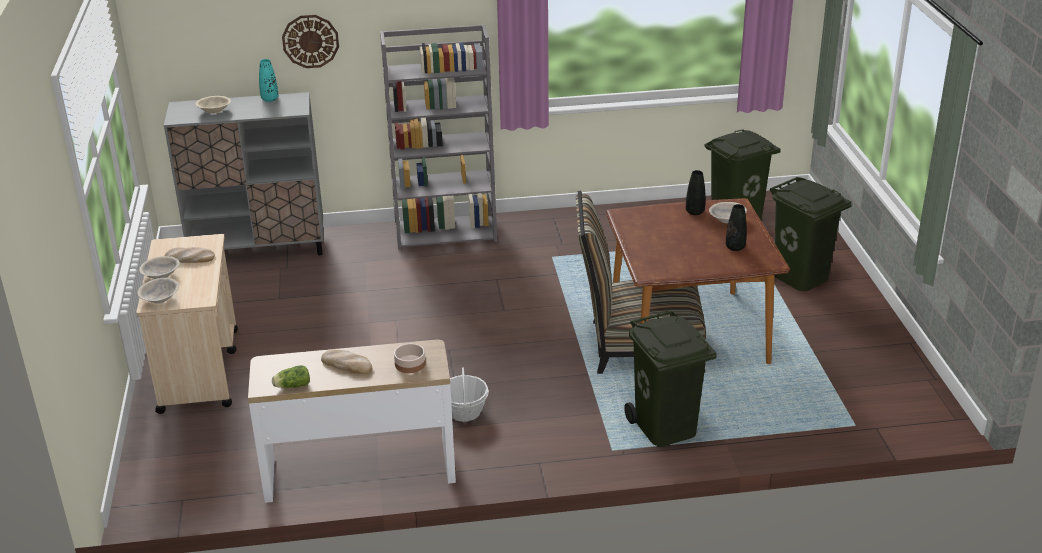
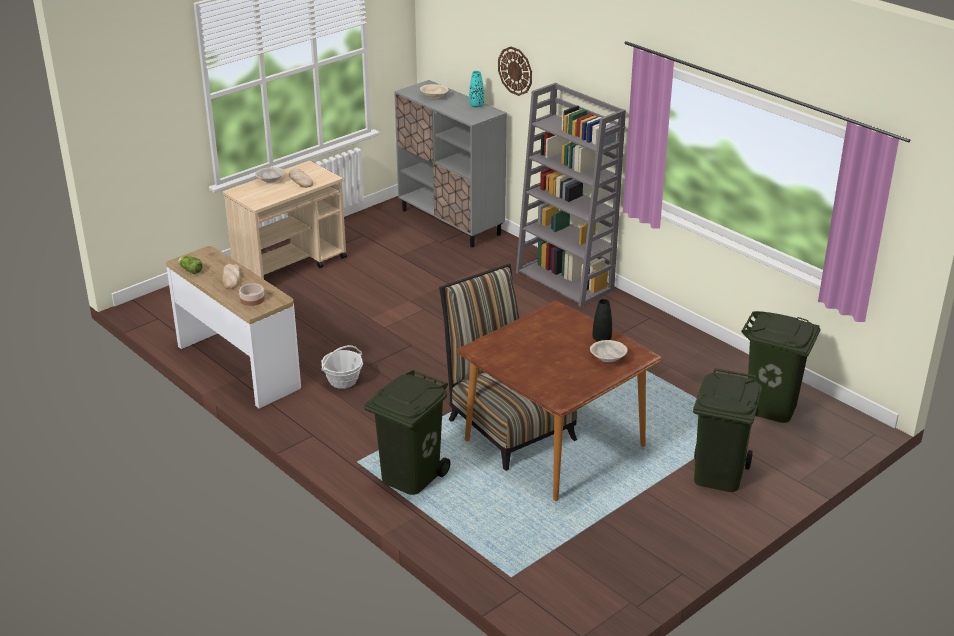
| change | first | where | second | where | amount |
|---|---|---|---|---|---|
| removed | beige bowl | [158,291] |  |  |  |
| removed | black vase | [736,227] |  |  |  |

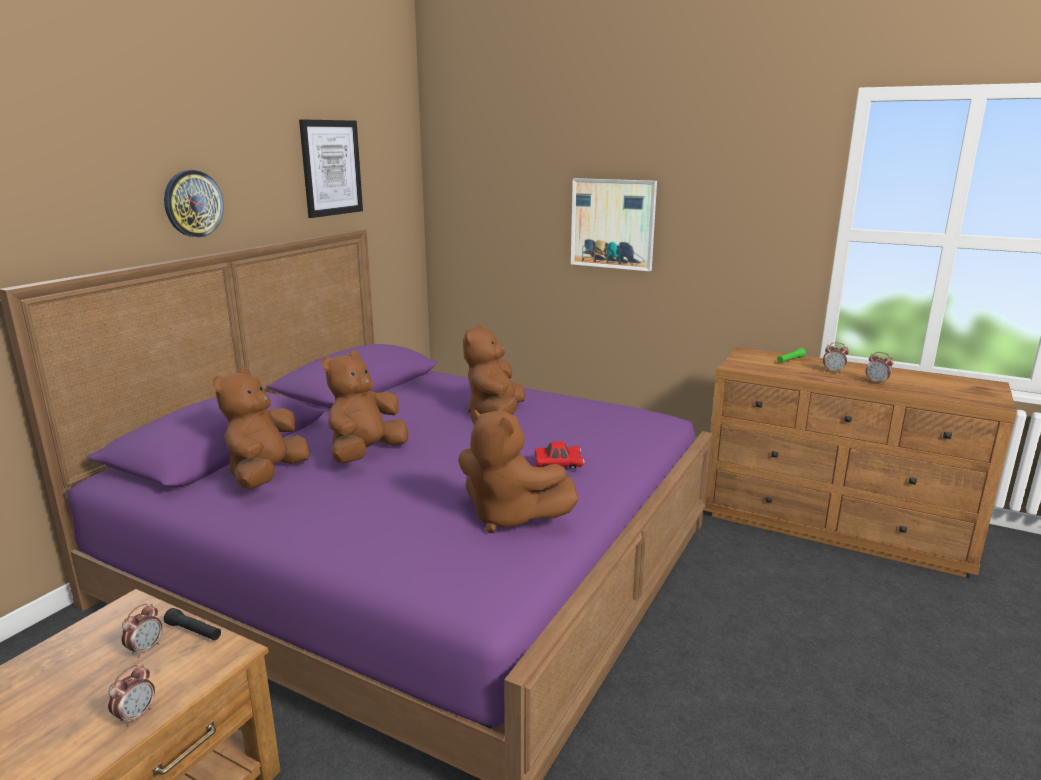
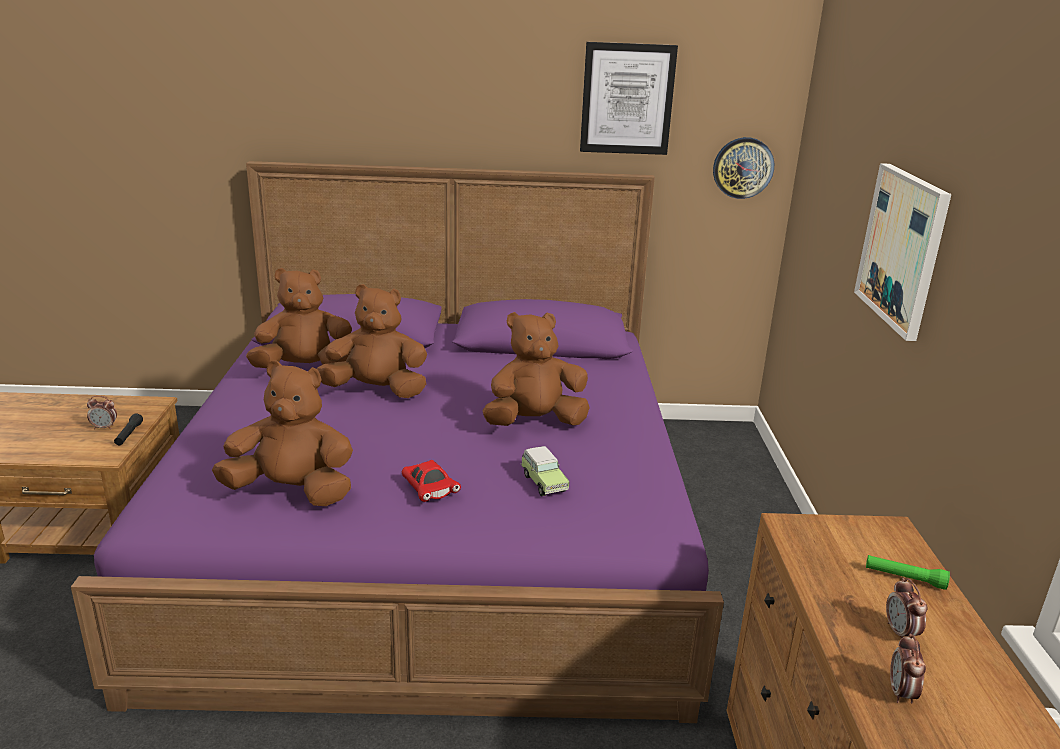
| change | first | where | second | where | amount |
|---|---|---|---|---|---|
| removed | alarm clock | [131,695] |  |  |  |
| moved | wall clock | [194,203] |  | [743,168] |  |
| turned | brown plush toy | [518,471] |  | [282,433] | 90 degrees clockwise |
| added |  |  | toy car | [545,471] |  |

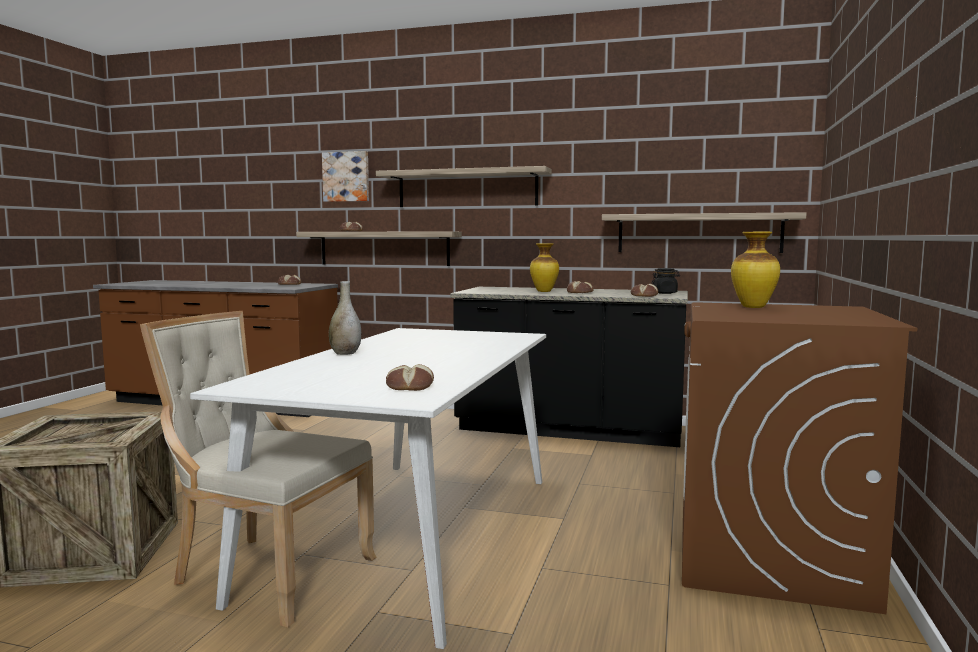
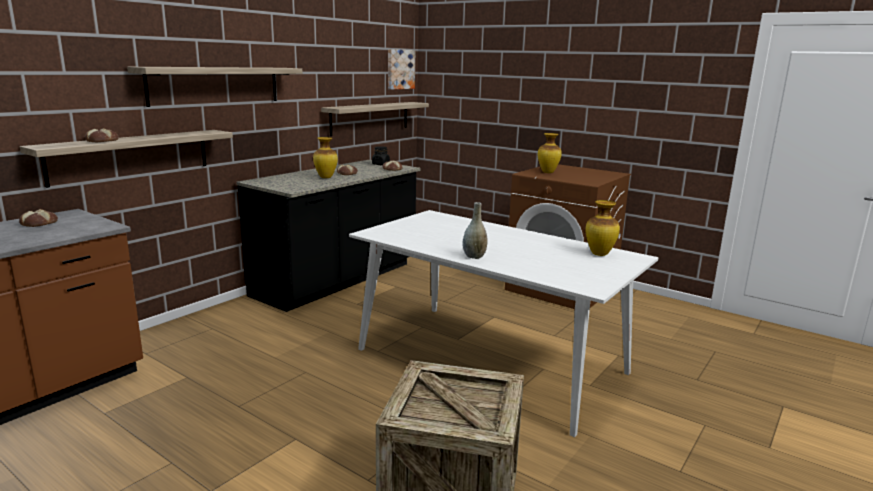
| change | first | where | second | where | amount |
|---|---|---|---|---|---|
| removed | beige chair | [258,469] |  |  |  |
| moved | picture | [345,176] |  | [401,69] |  |
| replaced | bread | [410,377] | vase | [602,228] |  |

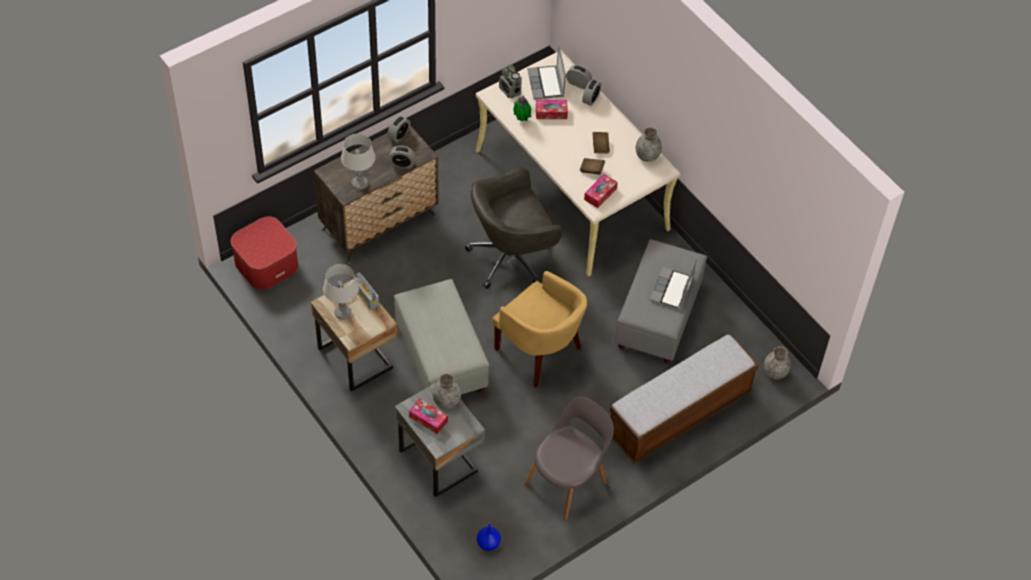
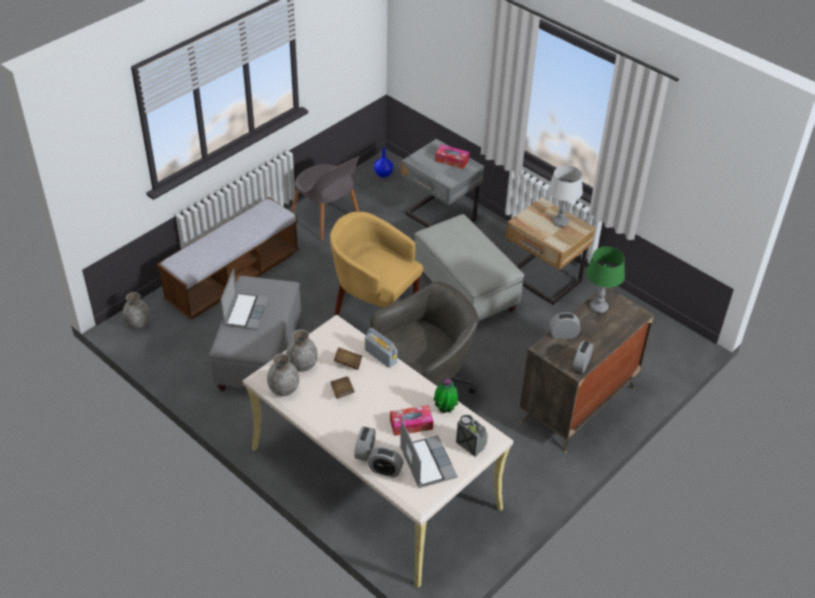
| change | first | where | second | where | amount |
|---|---|---|---|---|---|
| removed | ottoman | [264,253] |  |  |  |
| recoloured | grey table lamp | [358,162] | green table lamp | [605,279] |  |
| moved | radio | [367,291] |  | [381,348] |  |
| moved | grey vase | [446,391] |  | [302,350] |  |
| turned | grey chair | [569,458] |  | [325,198] | 75 degrees counterclockwise |
| removed | tissue box | [601,191] |  |  |  |

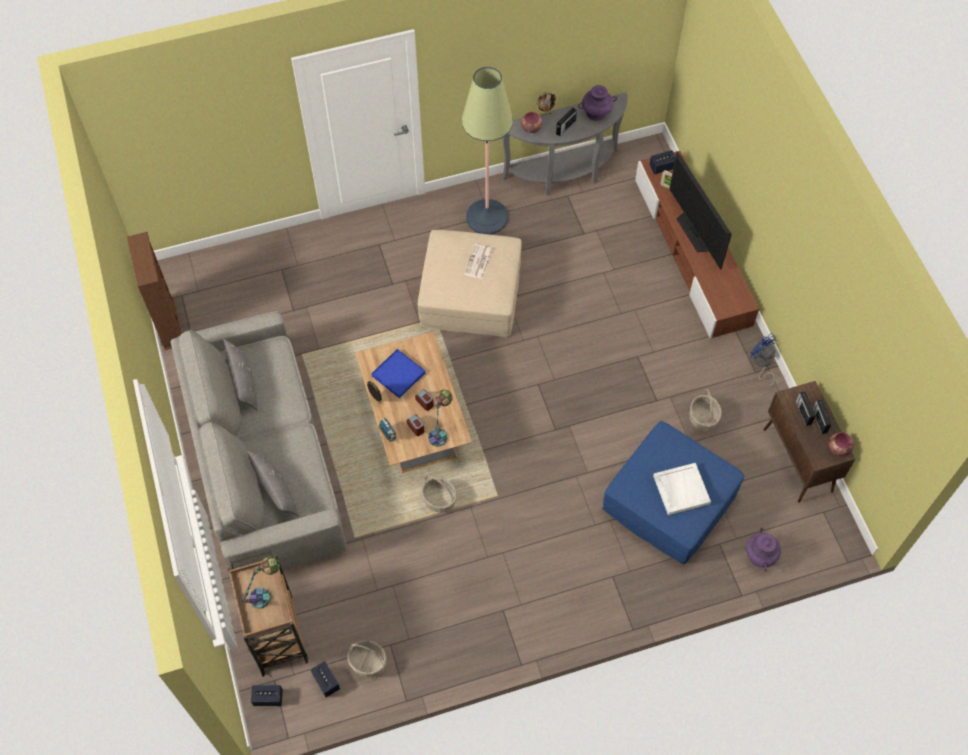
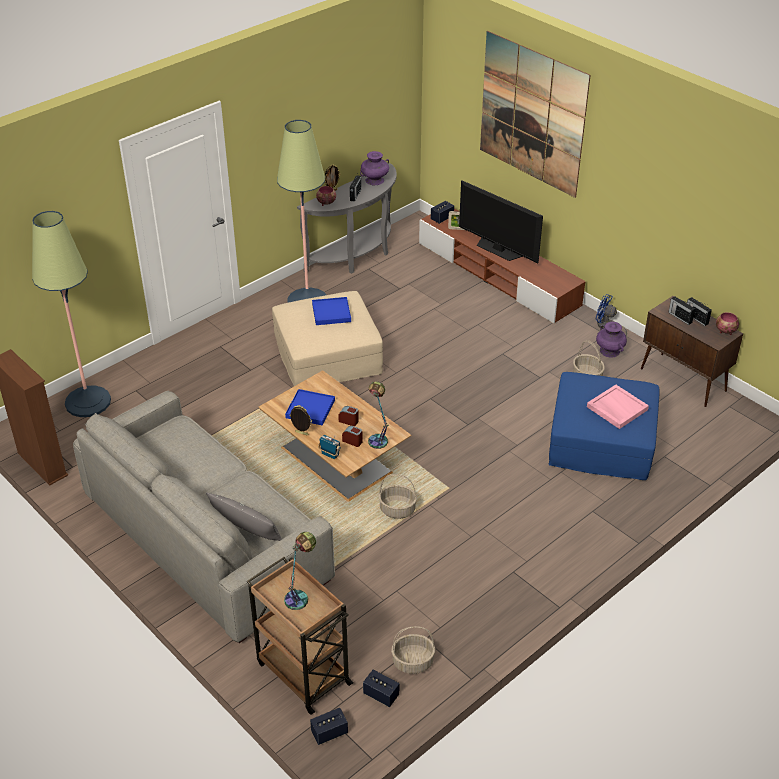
| change | first | where | second | where | amount |
|---|---|---|---|---|---|
| removed | grey pillow | [240,375] |  |  |  |
| replaced | newspaper | [478,261] | blue tray | [331,311] |  |
| recoloured | white tray | [682,489] | pink tray | [618,407] |  |
| moved | purple vase | [763,550] |  | [611,340] |  |
| added |  |  | floor lamp | [71,314] |  |
| added |  |  | picture | [535,114] |  |

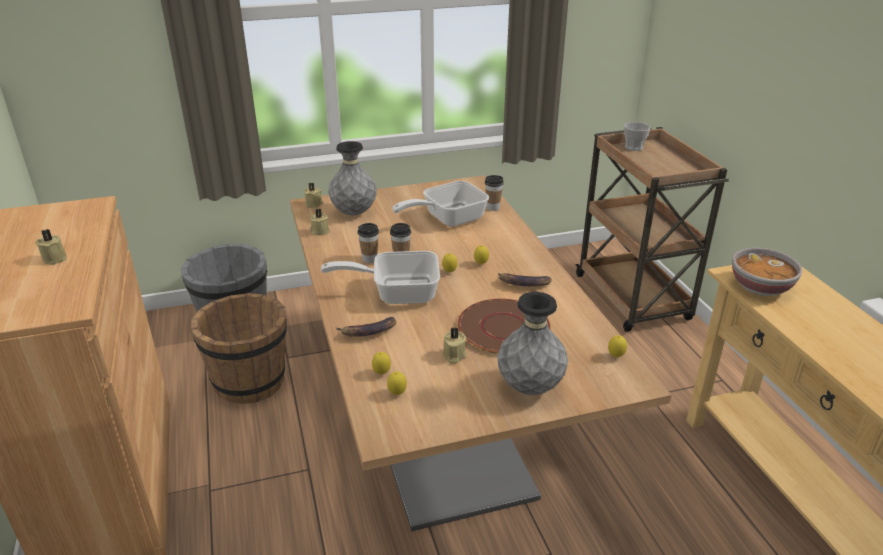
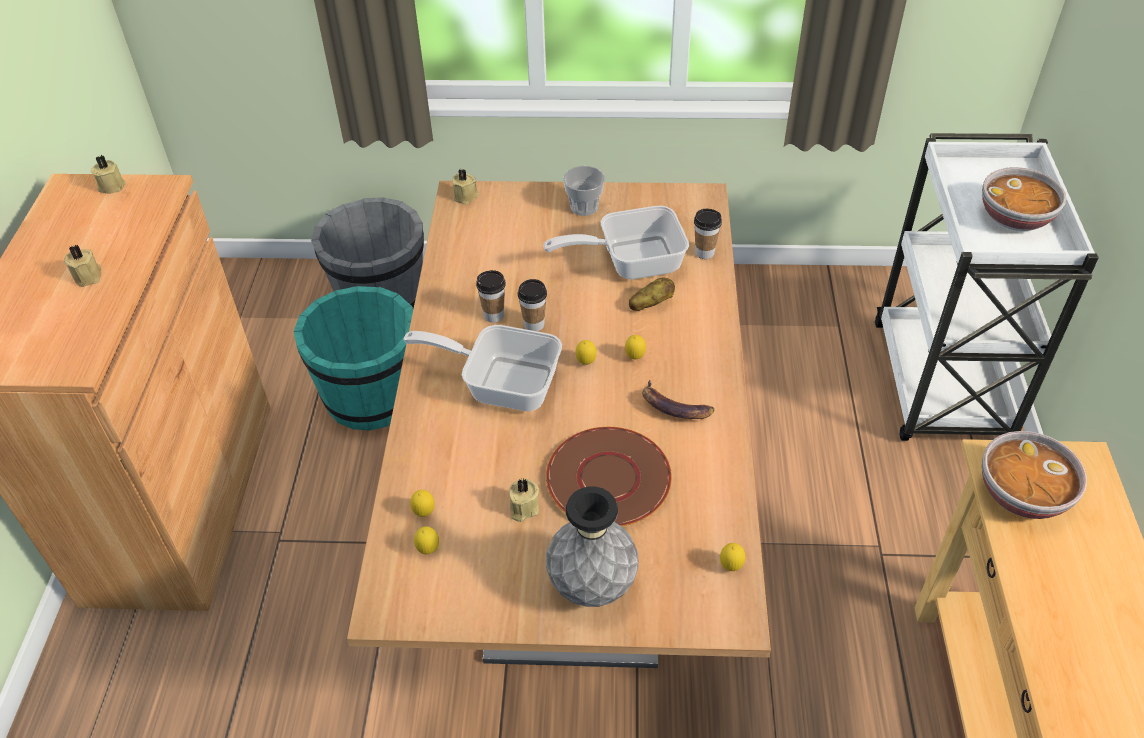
| change | first | where | second | where | amount |
|---|---|---|---|---|---|
| recoloured | brown bucket | [239,348] | turquoise bucket | [353,358] |  |
| moved | beige candle | [319,221] |  | [108,174] |  |
| removed | grey vase | [352,178] |  |  |  |
| removed | banana | [366,327] |  |  |  |
| recoloured | brown cart | [652,229] | white cart | [987,287] |  |
| moved | cup | [637,136] |  | [584,191] |  |
| added |  |  | potato | [652,294] |  |
| added |  |  | bowl | [1024,199] |  |

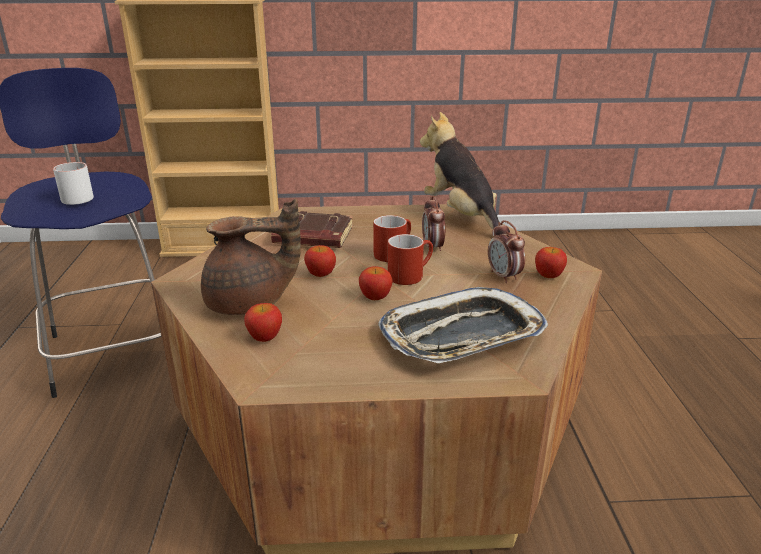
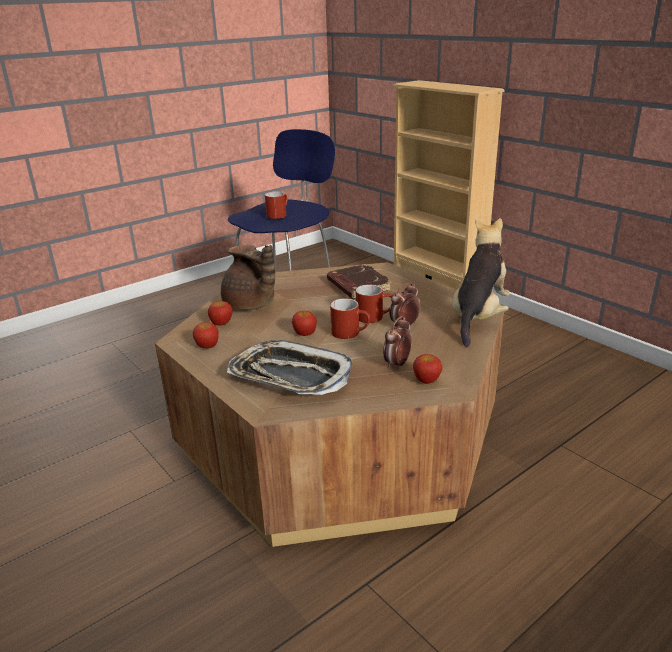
| change | first | where | second | where | amount |
|---|---|---|---|---|---|
| recoloured | white mug | [73,183] | red mug | [276,205] |  |
| moved | apple | [320,261] |  | [206,335] |  |

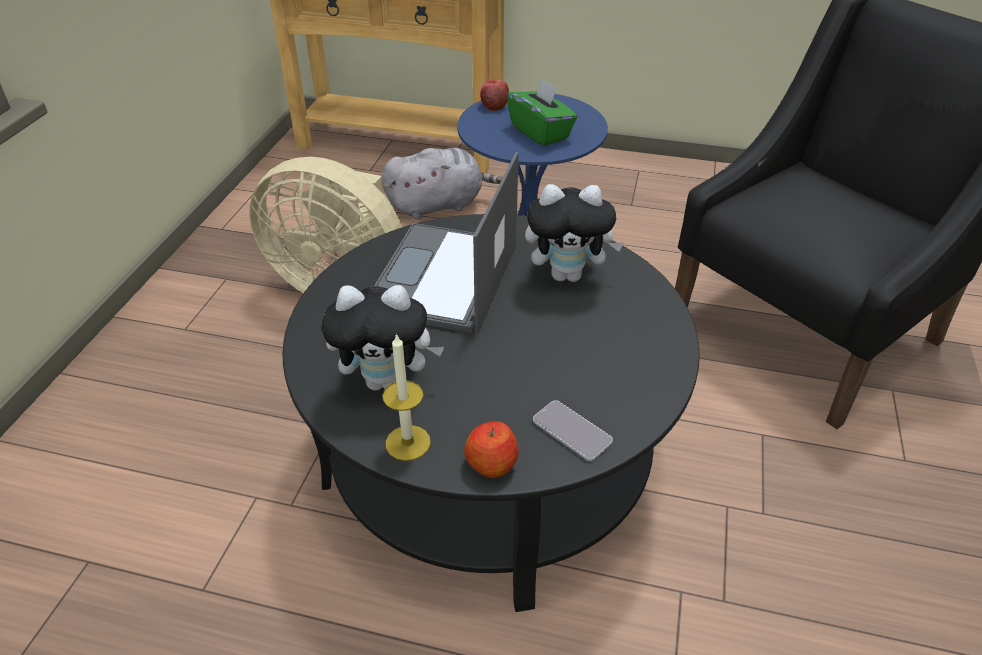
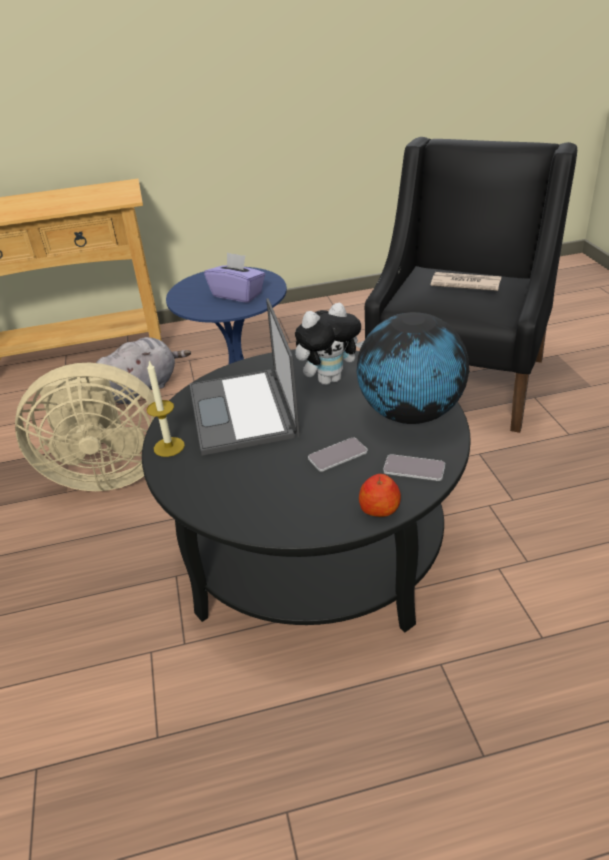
| change | first | where | second | where | amount |
|---|---|---|---|---|---|
| removed | plush toy | [383,337] |  |  |  |
| moved | candle | [407,397] |  | [166,409] |  |
| removed | apple | [494,95] |  |  |  |
| recoloured | green tissue box | [542,111] | purple tissue box | [234,277] |  |
| added |  |  | phone | [338,455] |  |
| added |  |  | globe | [412,368] |  |
| added |  |  | newspaper | [466,281] |  |

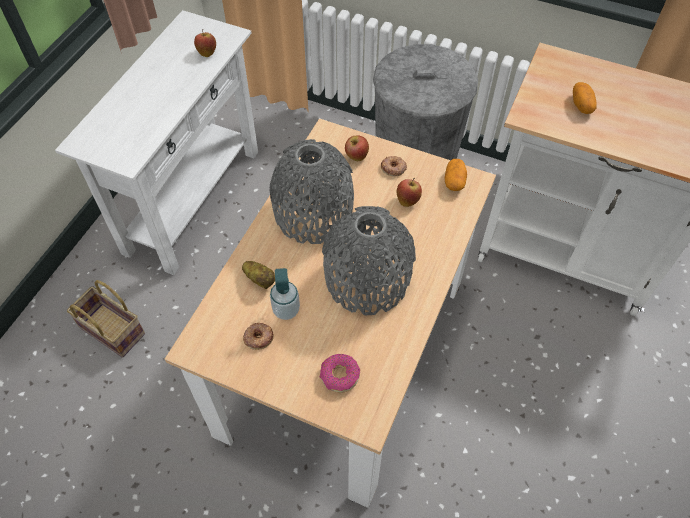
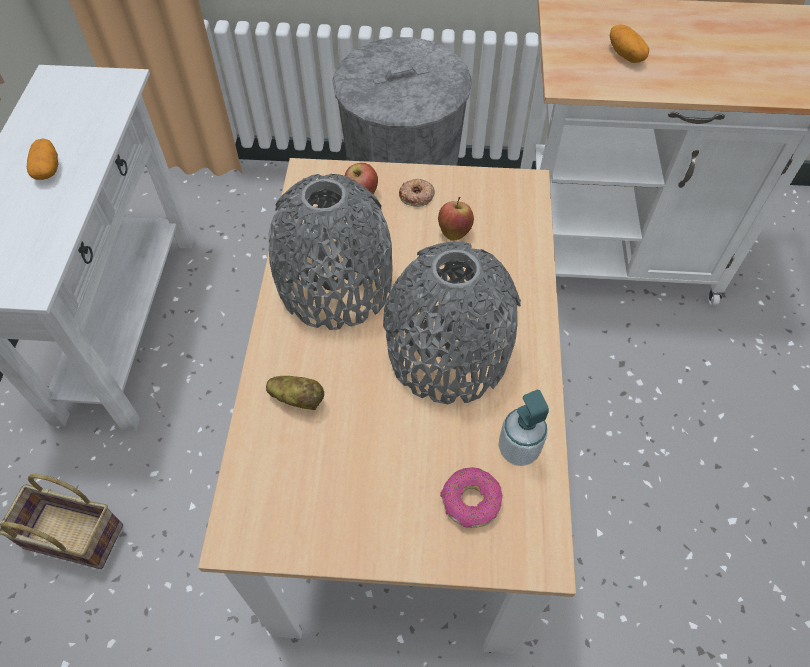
| change | first | where | second | where | amount |
|---|---|---|---|---|---|
| removed | apple | [205,43] |  |  |  |
| removed | donut | [258,336] |  |  |  |
| moved | soap dispenser | [285,294] |  | [524,428] |  |
| moved | potato | [456,175] |  | [42,159] |  |

